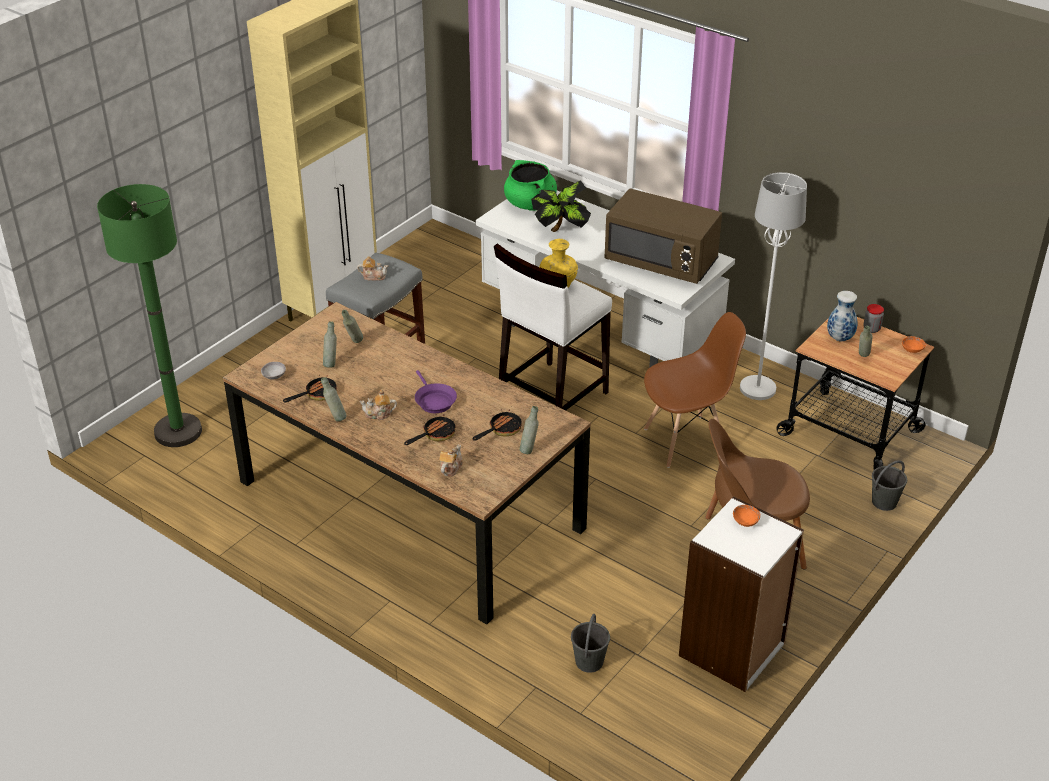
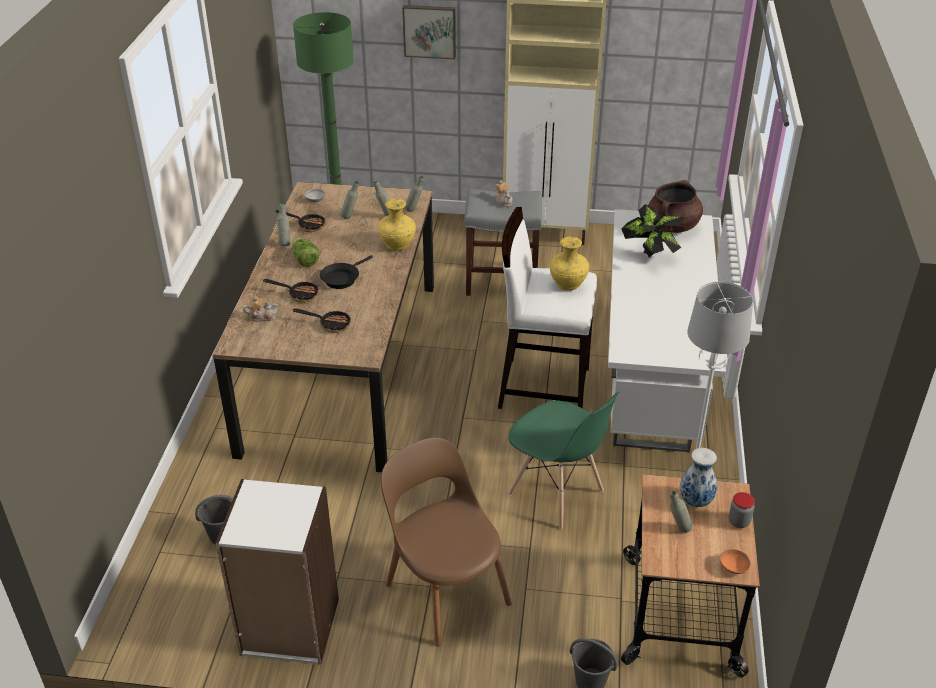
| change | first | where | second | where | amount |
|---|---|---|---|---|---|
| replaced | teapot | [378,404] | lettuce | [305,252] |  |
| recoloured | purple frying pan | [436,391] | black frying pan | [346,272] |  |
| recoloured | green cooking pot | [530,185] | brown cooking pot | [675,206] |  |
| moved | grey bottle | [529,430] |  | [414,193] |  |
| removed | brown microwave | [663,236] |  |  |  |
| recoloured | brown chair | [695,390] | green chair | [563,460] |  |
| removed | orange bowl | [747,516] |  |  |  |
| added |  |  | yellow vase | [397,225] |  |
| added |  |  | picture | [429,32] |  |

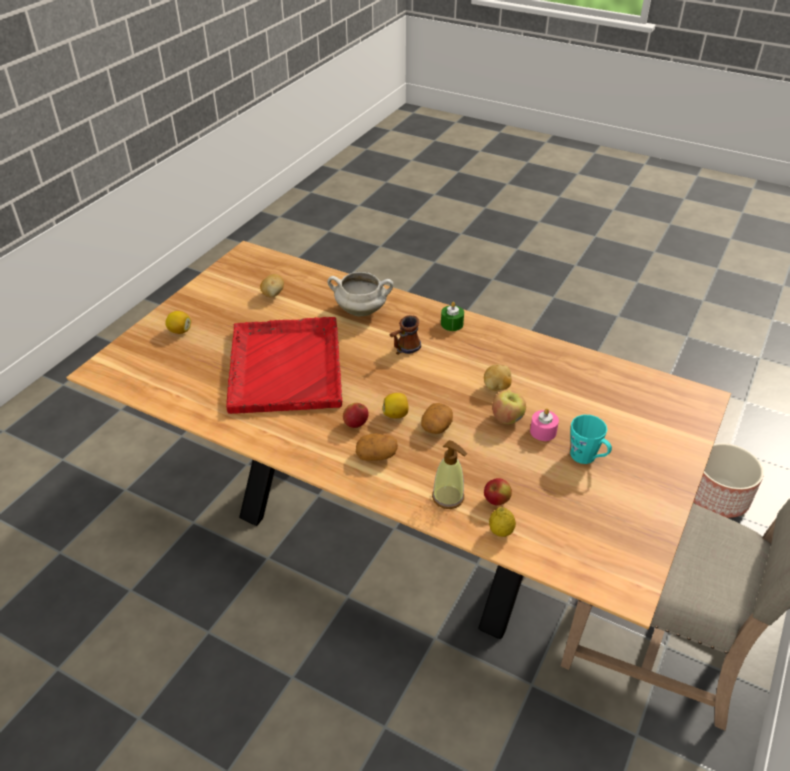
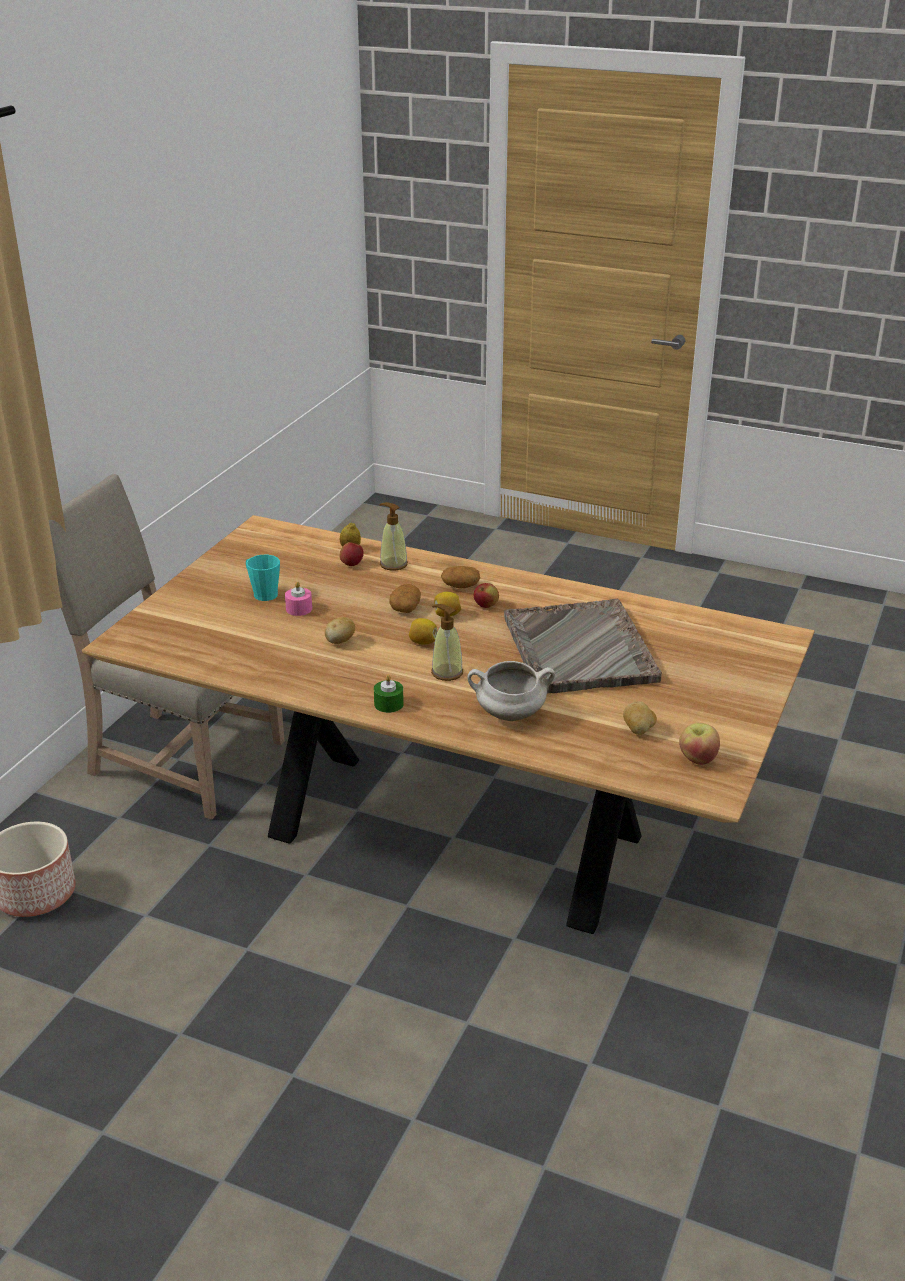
| change | first | where | second | where | amount |
|---|---|---|---|---|---|
| moved | lemon | [178,322] |  | [423,631] |  |
| recoloured | red tray | [284,365] | grey tray | [583,646] |  |
| replaced | mug | [405,335] | soap dispenser | [447,642] |  |
| moved | apple | [509,407] |  | [699,744] |  |

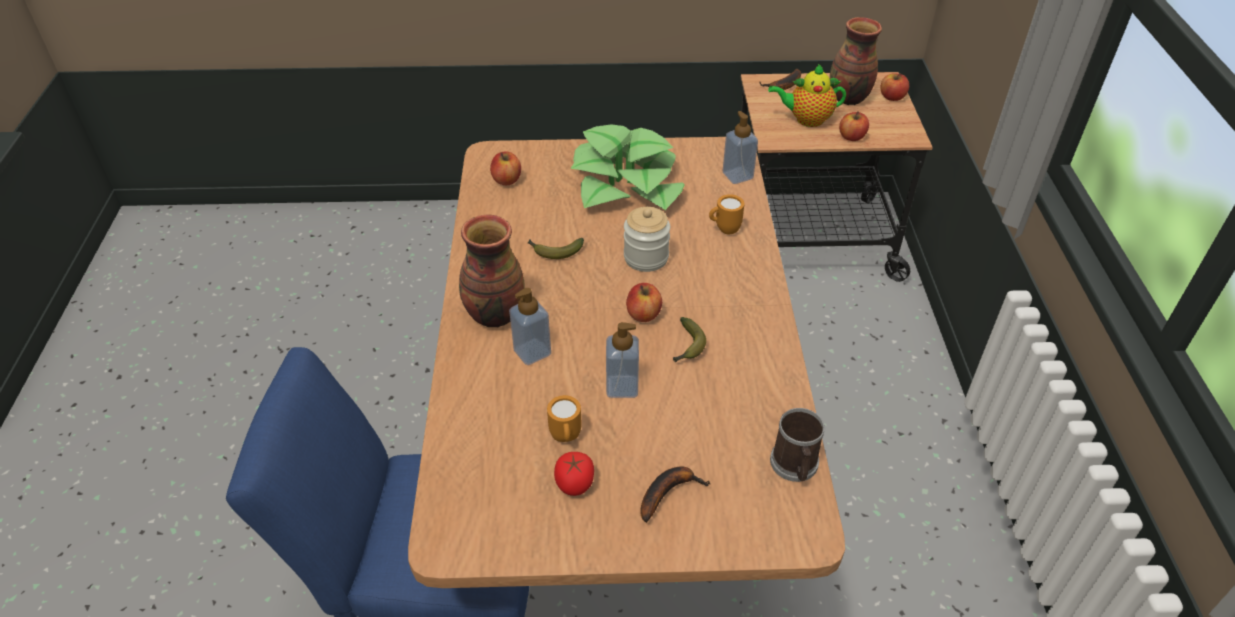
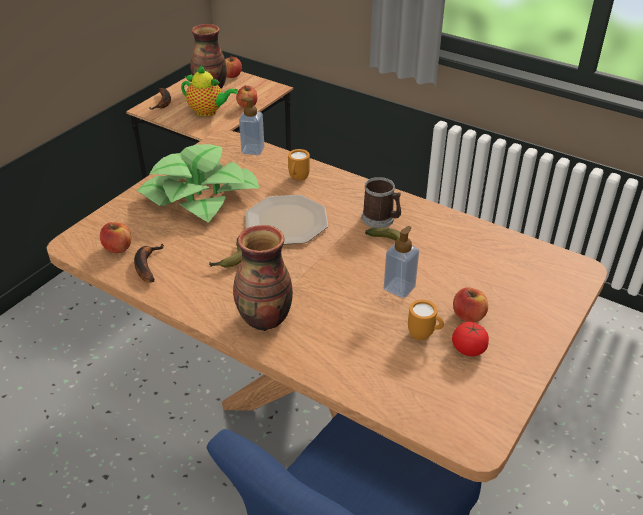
| change | first | where | second | where | amount |
|---|---|---|---|---|---|
| removed | soap dispenser | [530,326] |  |  |  |
| replaced | jar | [647,239] | plate | [287,220] |  |
| moved | apple | [644,302] |  | [470,304] |  |
| moved | banana | [675,495] |  | [149,263] |  |
| turned | teapot | [807,95] |  | [209,91] | 105 degrees counterclockwise |
| moved | mug | [797,445] |  | [381,202] |  |

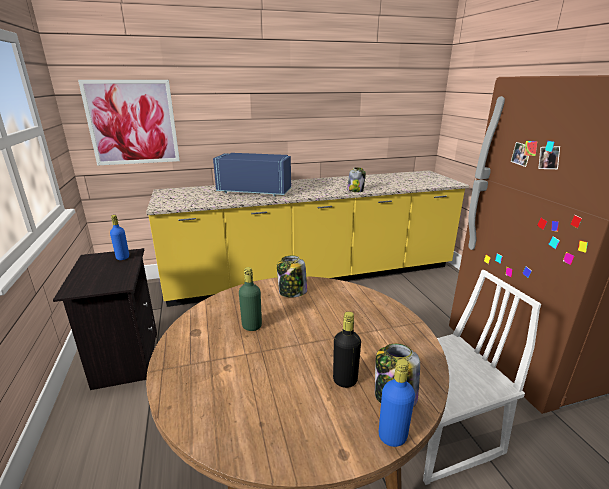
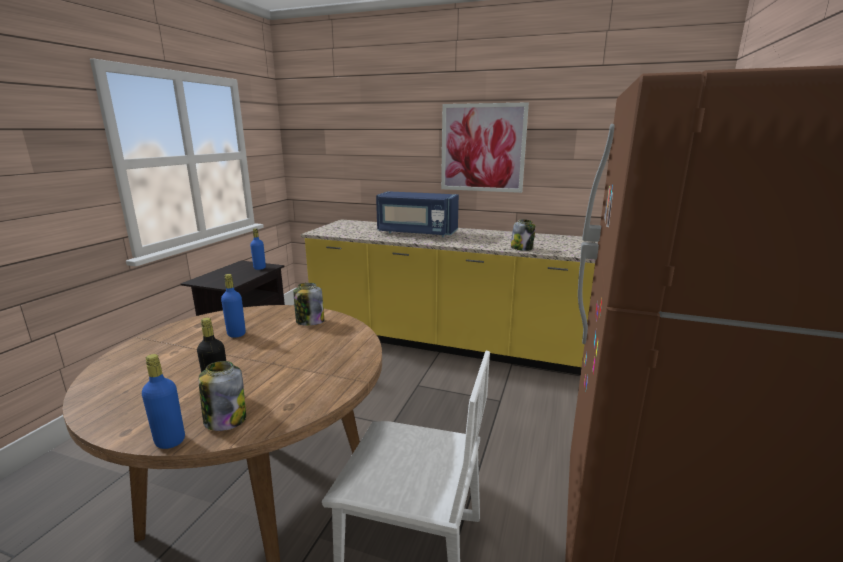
| change | first | where | second | where | amount |
|---|---|---|---|---|---|
| moved | picture | [129,123] |  | [485,147] |  |
| turned | blue microwave | [252,174] |  | [417,214] | 150 degrees clockwise |
| recoloured | green bottle | [250,299] | blue bottle | [233,306] |  |

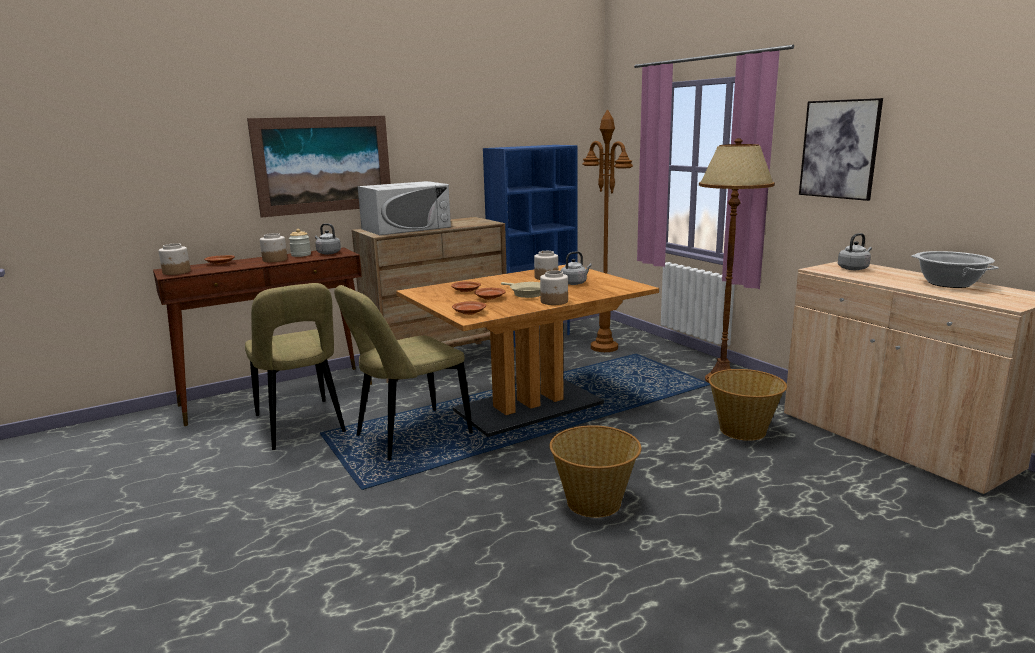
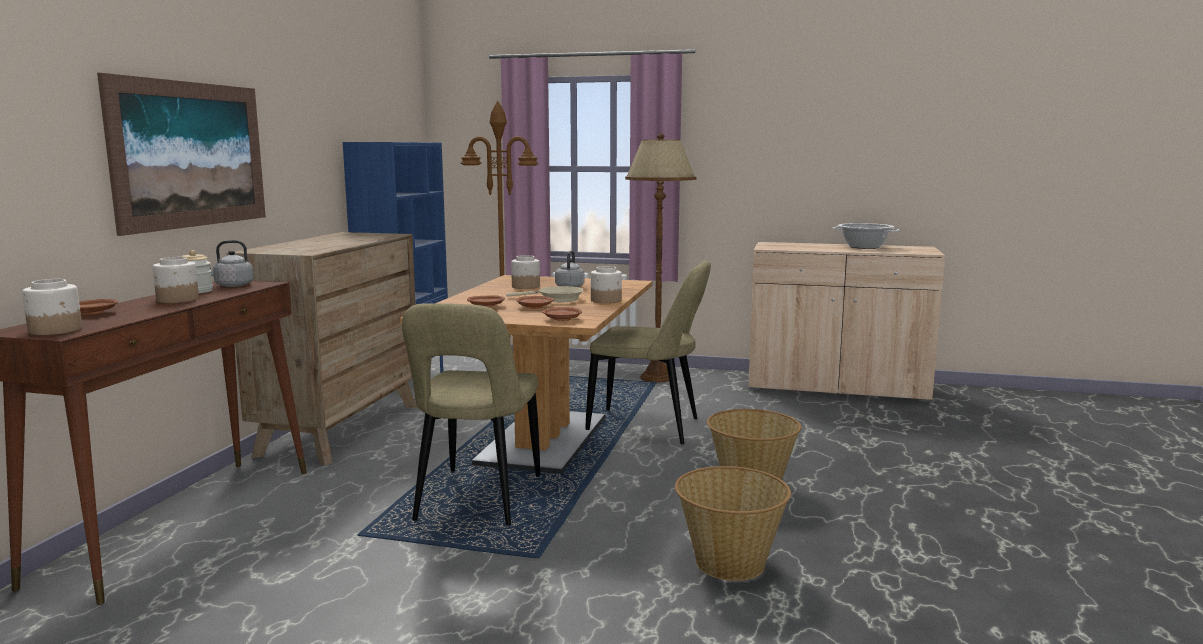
| change | first | where | second | where | amount |
|---|---|---|---|---|---|
| moved | beige chair | [295,366] |  | [648,352] |  |
| removed | white microwave | [404,208] |  |  |  |
| moved | basket | [747,405] |  | [733,523] |  |
| removed | picture | [841,149] |  |  |  |
| removed | grey kettle | [855,251] |  |  |  |

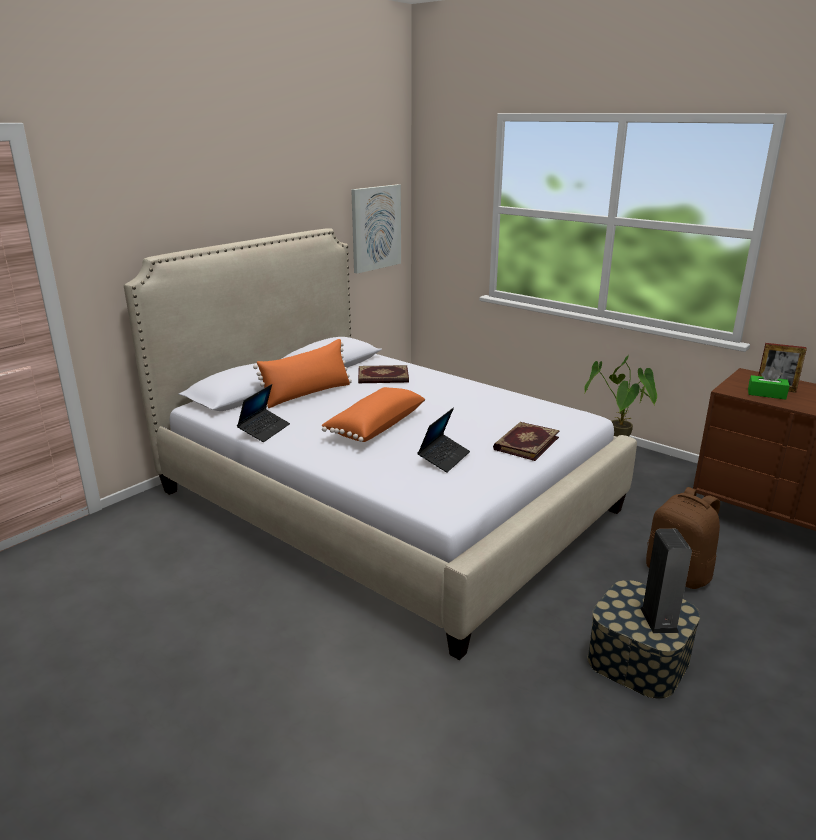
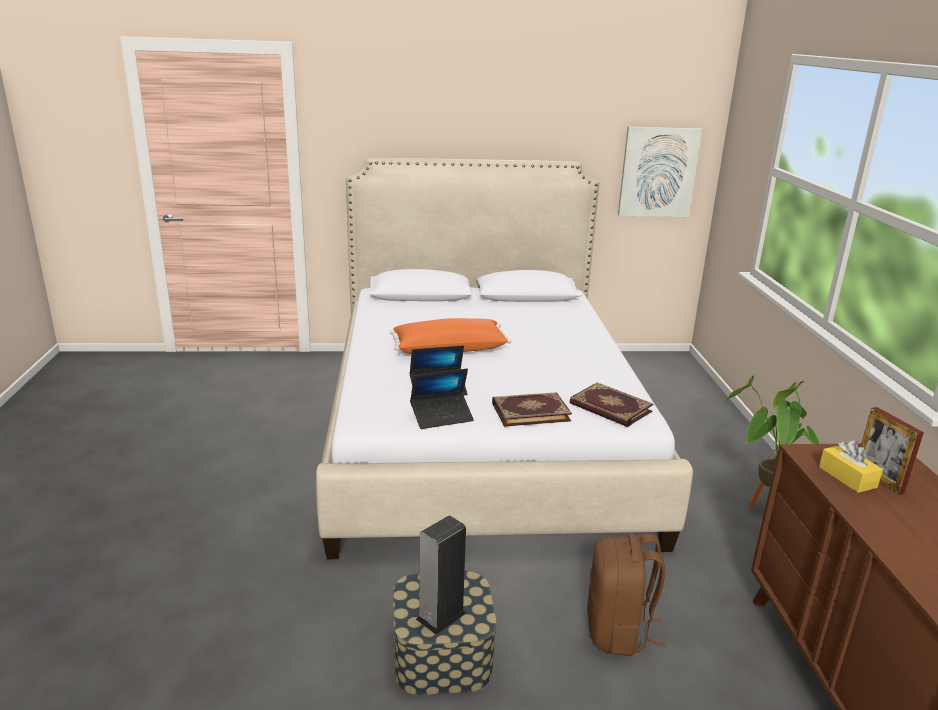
| change | first | where | second | where | amount |
|---|---|---|---|---|---|
| moved | laptop | [263,413] |  | [442,399] |  |
| removed | orange pillow | [302,373] |  |  |  |
| moved | book | [383,374] |  | [611,405] |  |
| recoloured | green tissue box | [768,383] | yellow tissue box | [851,466] |  |

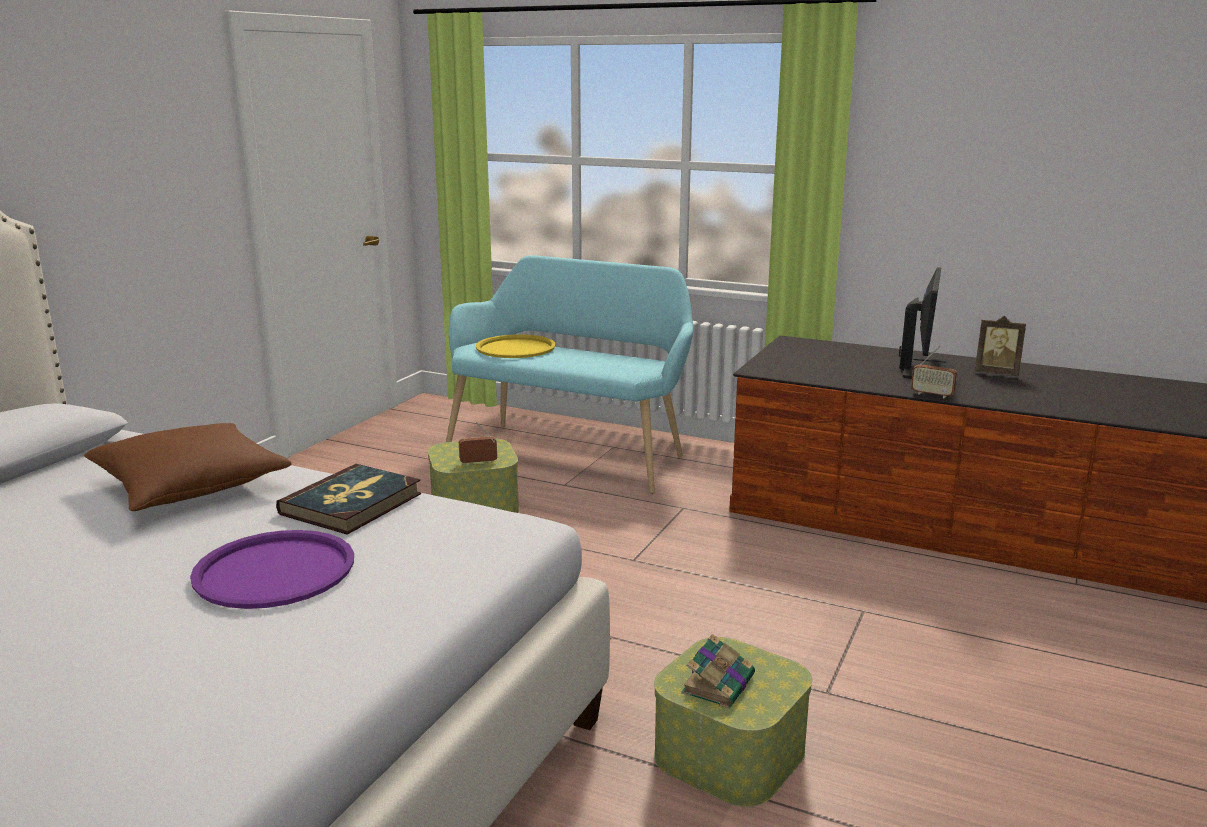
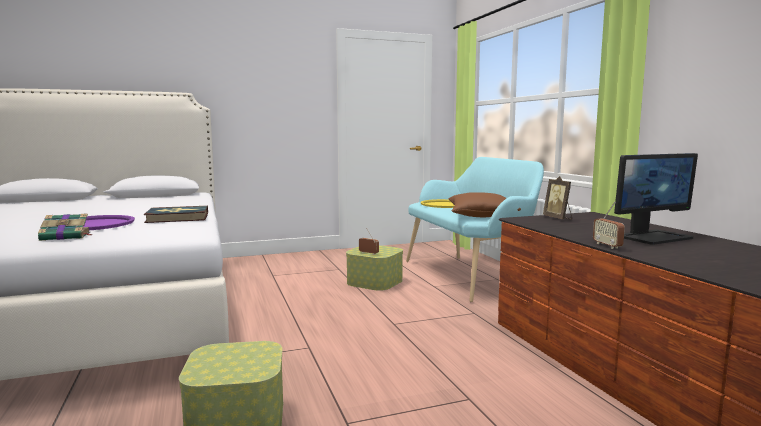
| change | first | where | second | where | amount |
|---|---|---|---|---|---|
| moved | brown pillow | [188,467] |  | [484,204] |  |
| moved | book | [718,671] |  | [64,227] |  |
| moved | picture frame | [1000,345] |  | [557,197] |  |

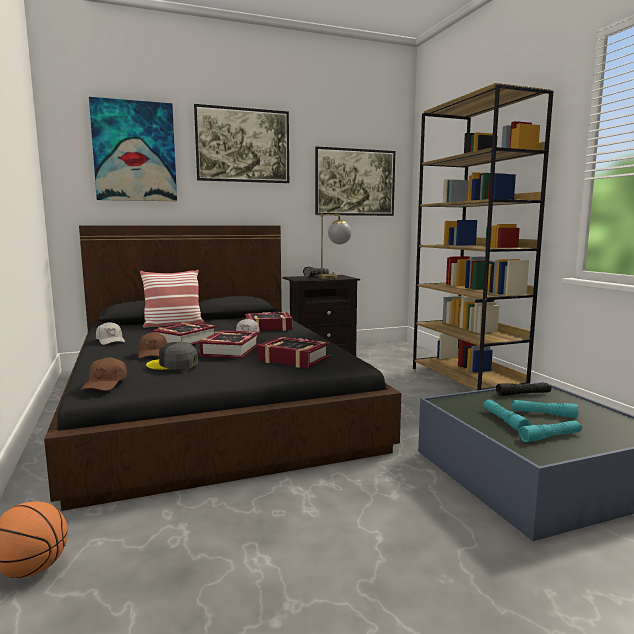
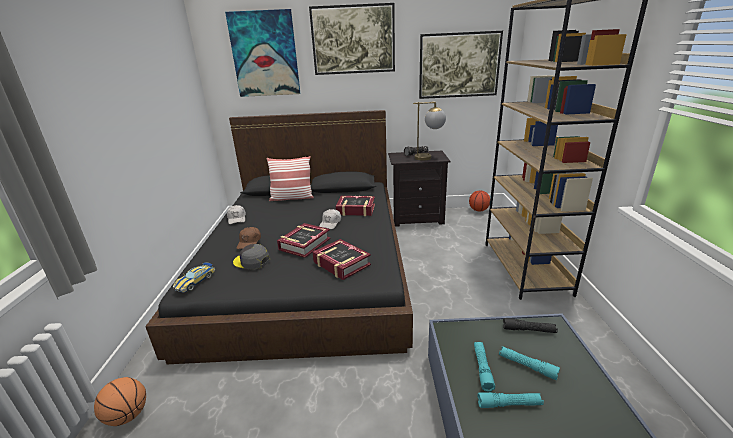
| change | first | where | second | where | amount |
|---|---|---|---|---|---|
| replaced | brown cap | [104,374] | toy car | [194,277] |  |
| removed | book | [185,333] |  |  |  |
| added |  |  | basketball | [479,200] |  |

